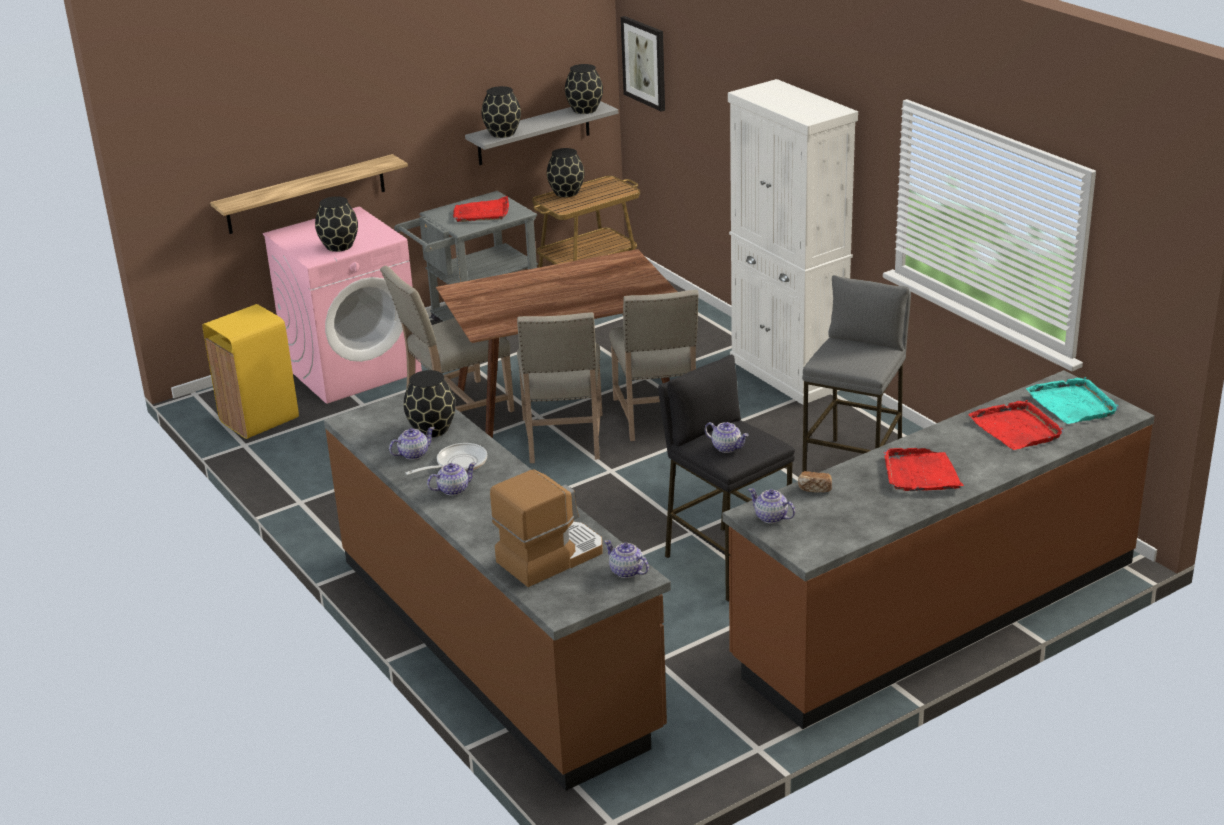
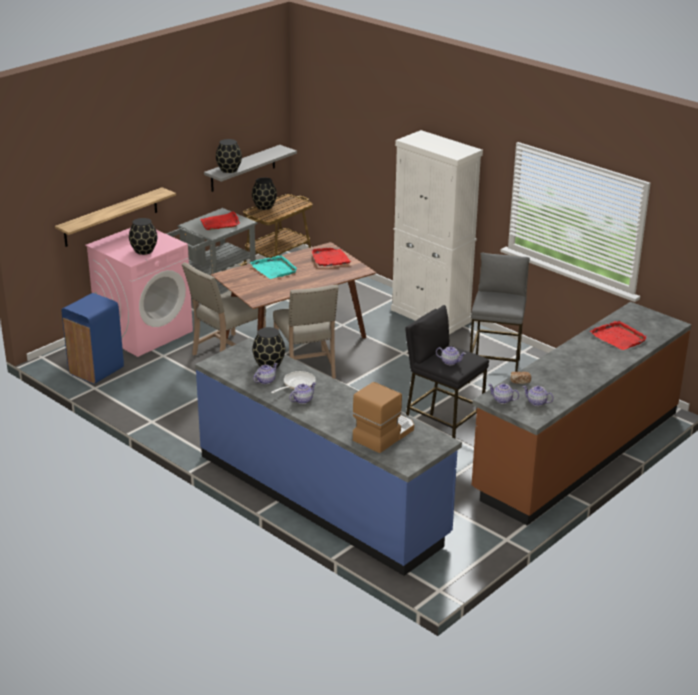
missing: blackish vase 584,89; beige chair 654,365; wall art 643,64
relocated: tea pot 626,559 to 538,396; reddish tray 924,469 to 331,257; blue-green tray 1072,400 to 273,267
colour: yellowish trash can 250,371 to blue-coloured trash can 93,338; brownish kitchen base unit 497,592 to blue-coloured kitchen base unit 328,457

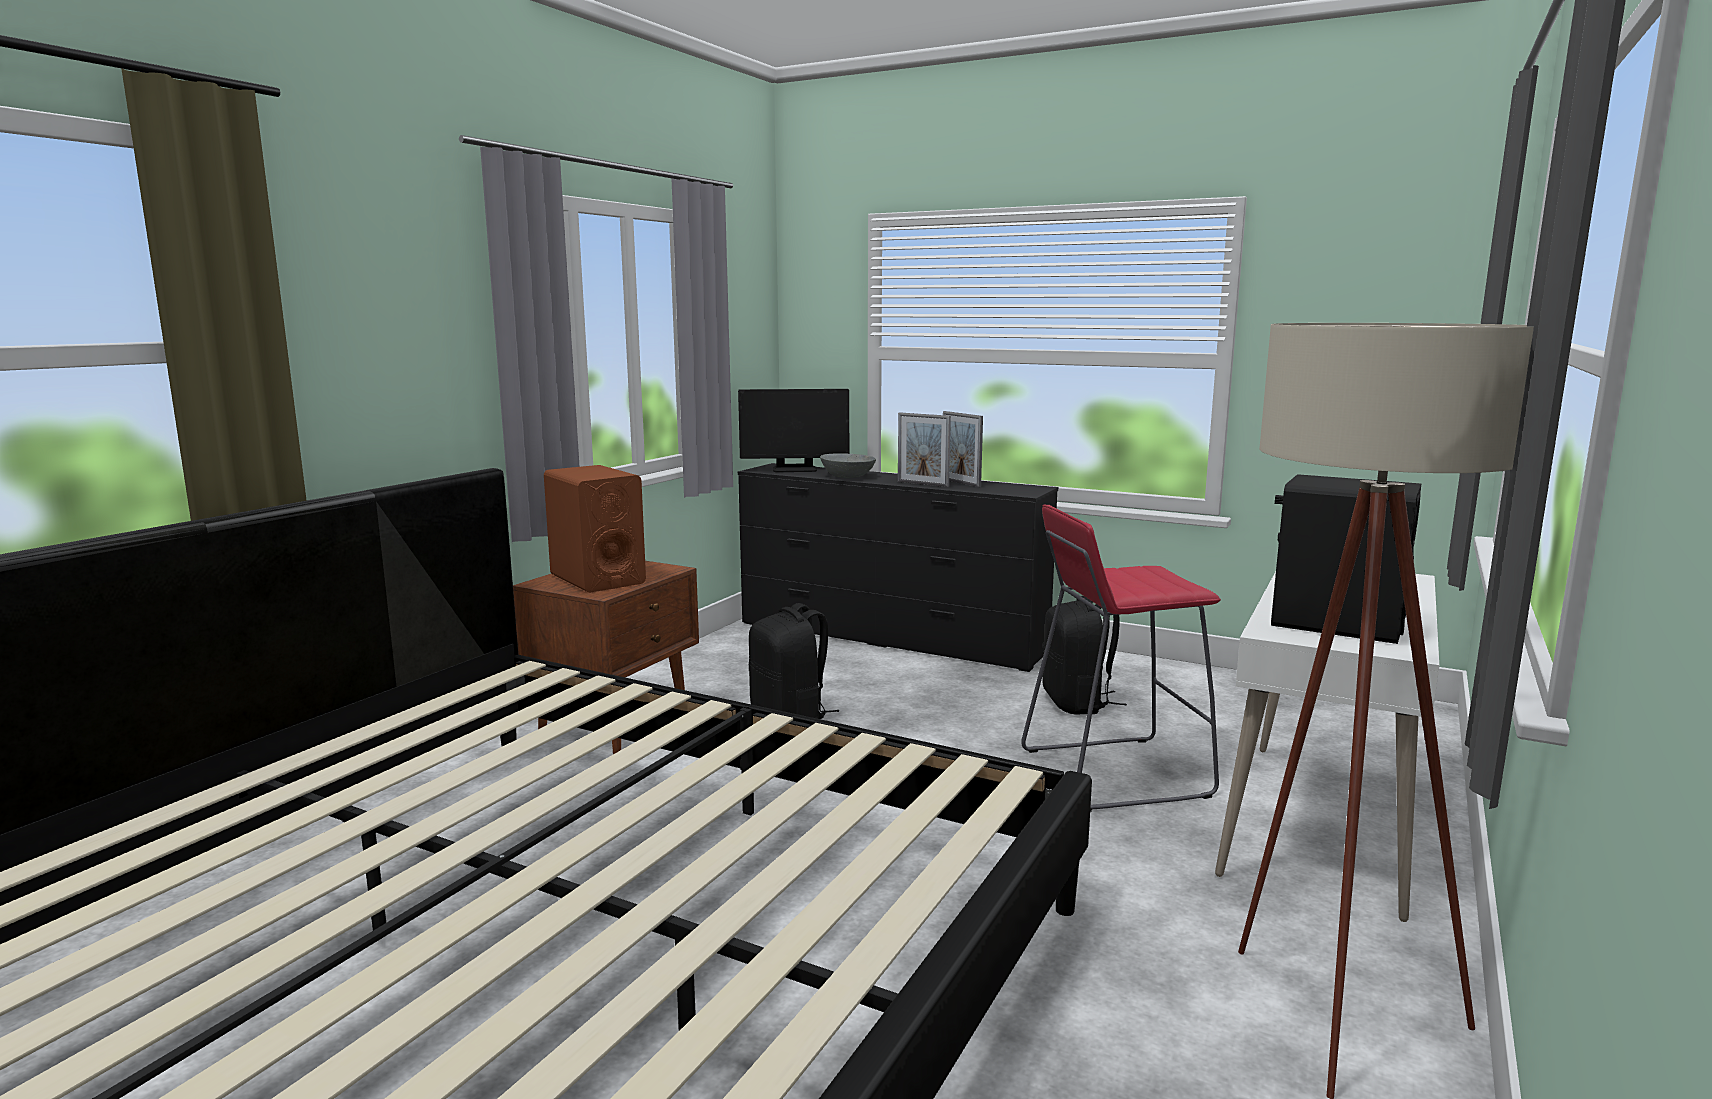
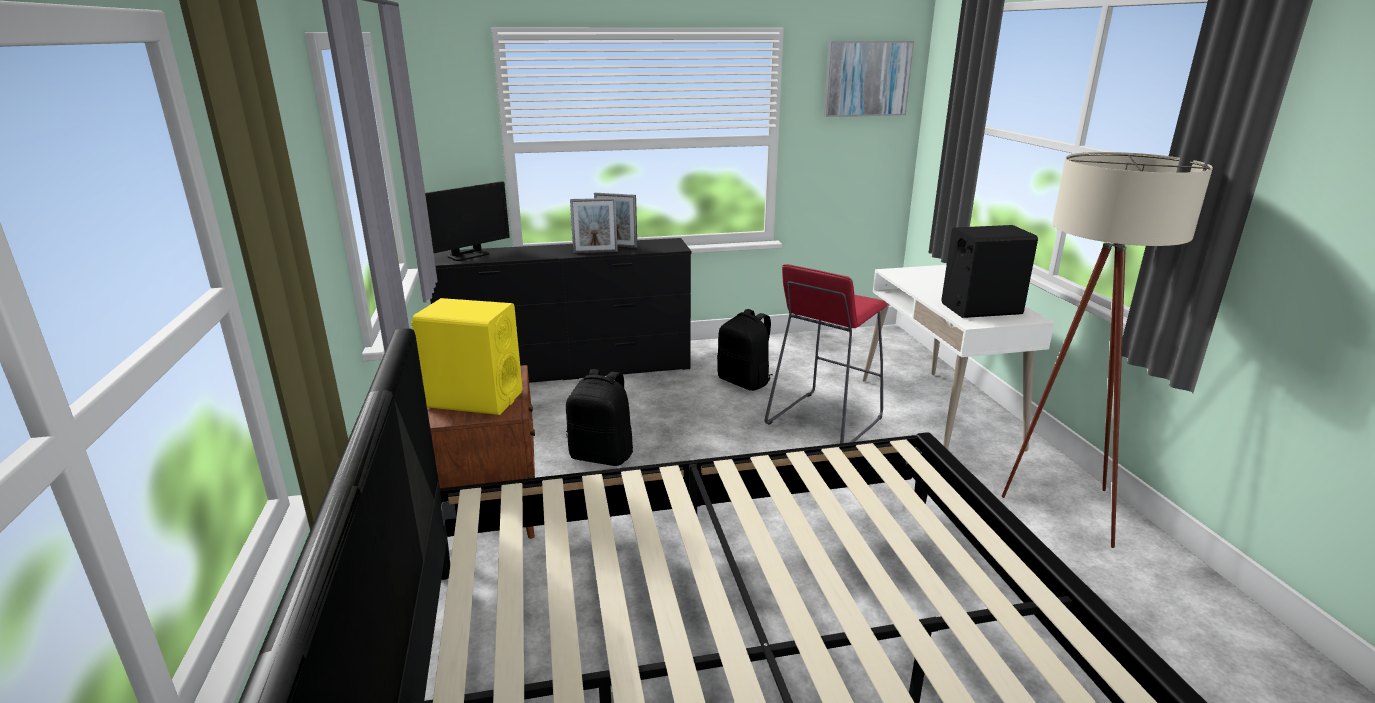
missing: grey serving bowl 848,465
appeared: wall art 869,79
colour: brownish speaker 595,529 to yellowish speaker 466,356

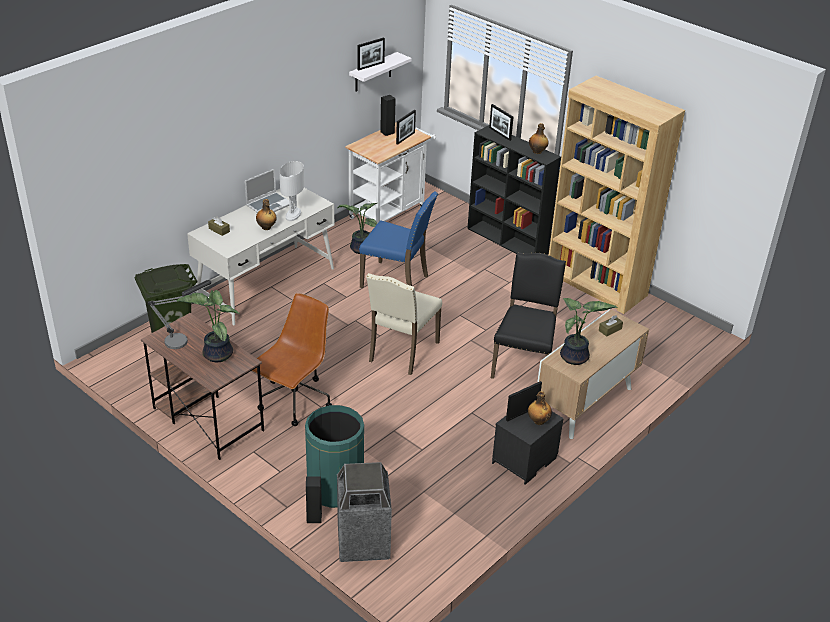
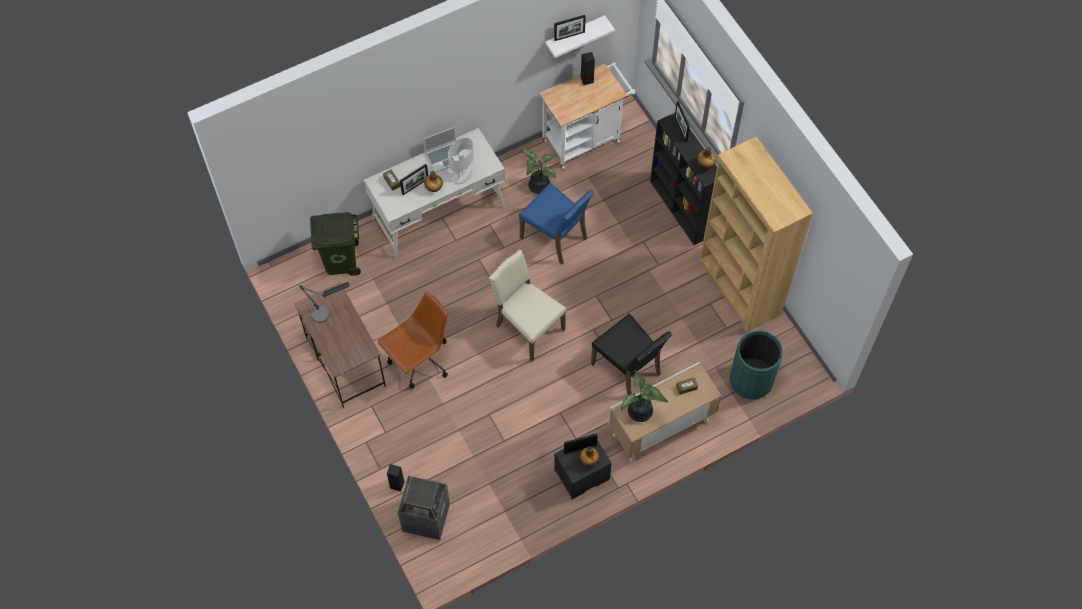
missing: plant in a pot 208,326
relocated: greenish trash can 334,456 to 756,365; picture frame 406,127 to 414,179
spun: beige chair 404,324 = 528,305 90 degrees clockwise; blackish chair 528,315 = 631,354 105 degrees clockwise

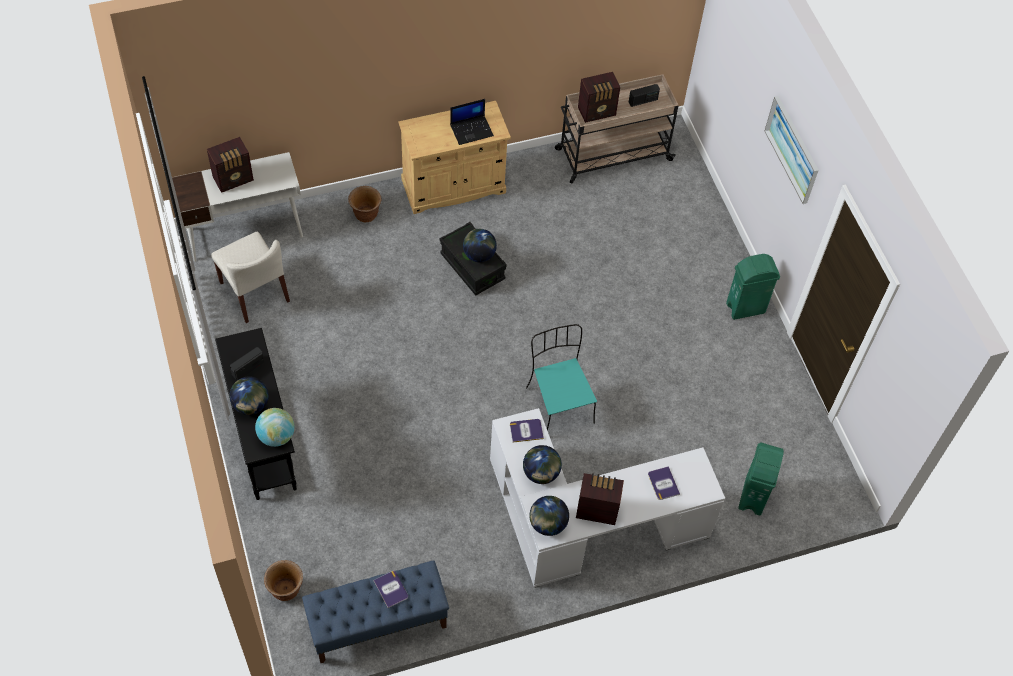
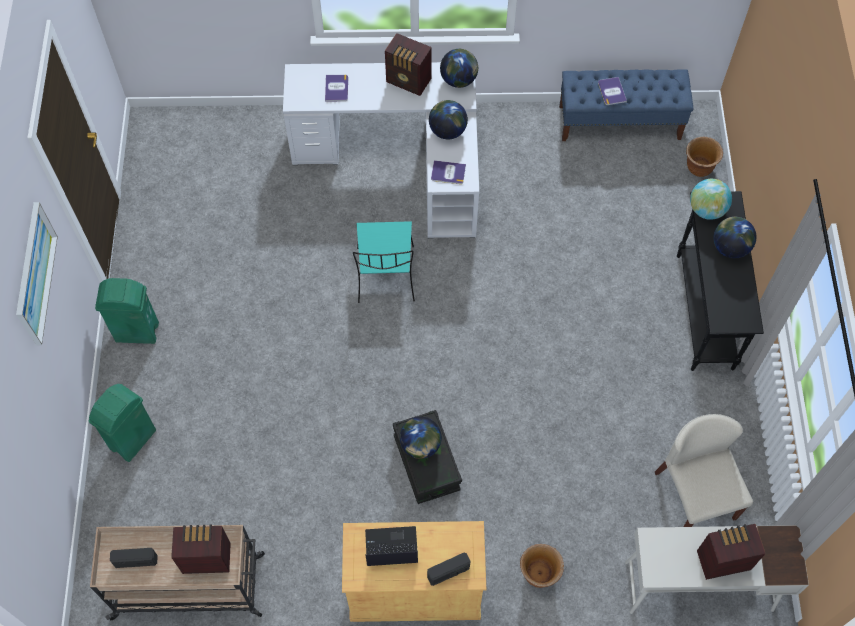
relocated: radio set 247,363 to 448,569; greenish trash can 761,479 to 122,423

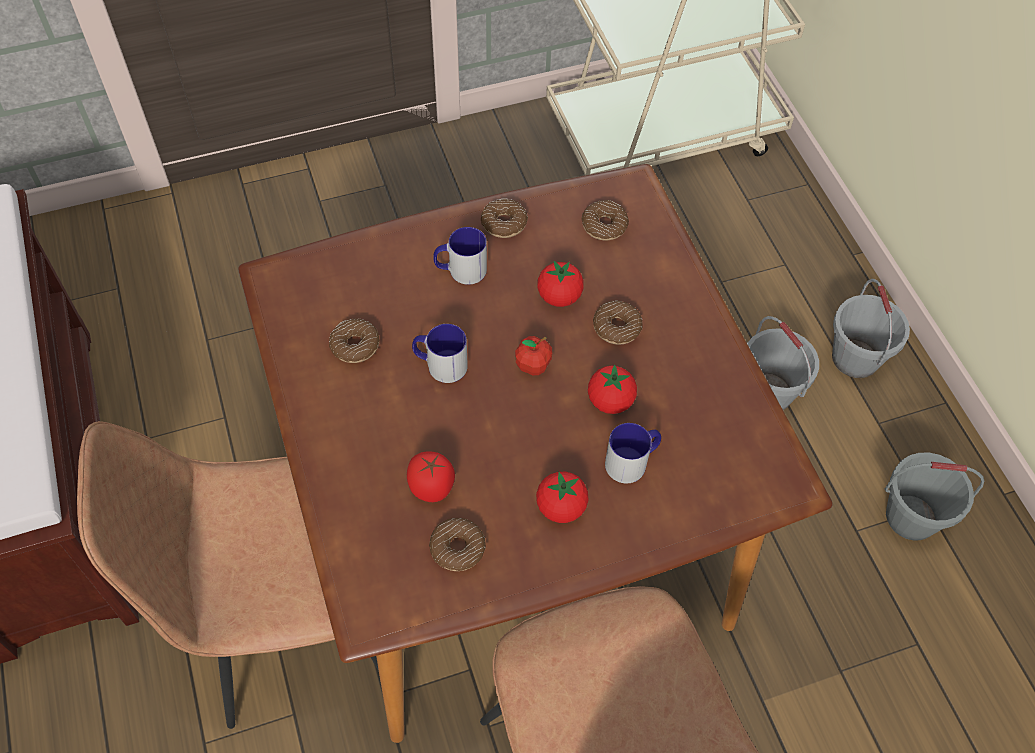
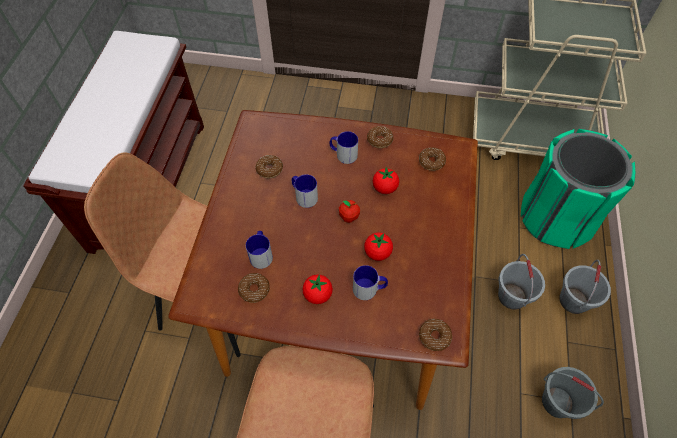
appeared: greenish trash can 578,189
relocated: ring doughnut 618,323 to 435,335
exchanged: fresh tomato 431,476 to tea mug 259,250

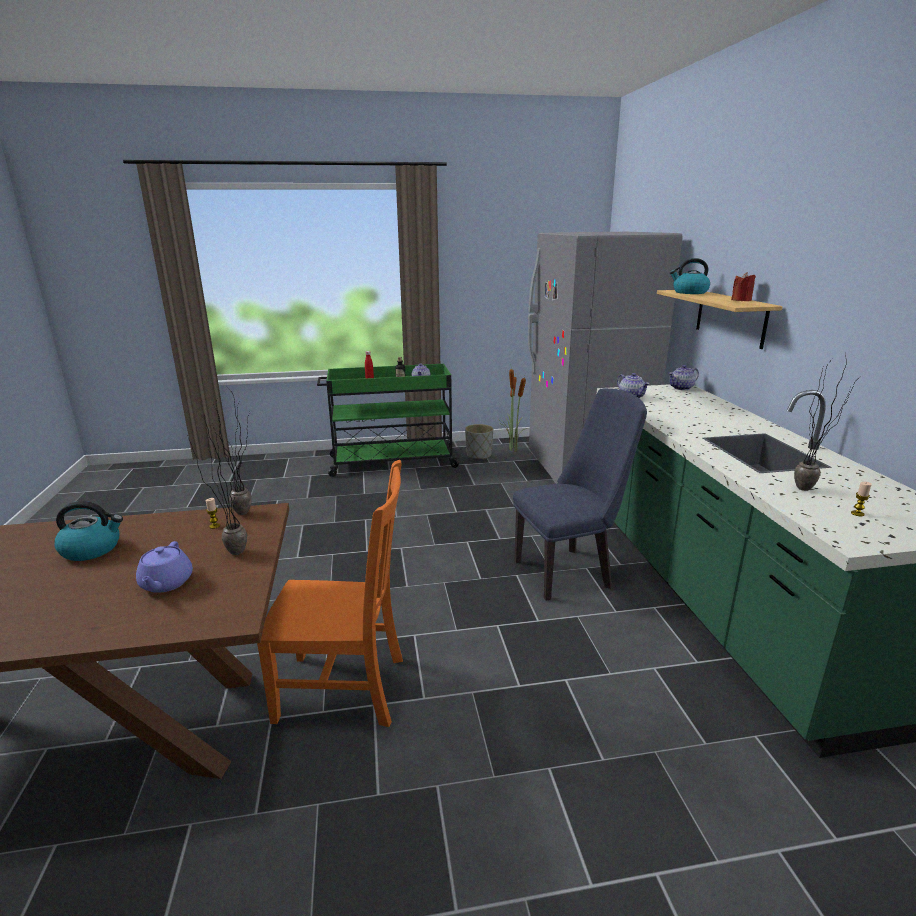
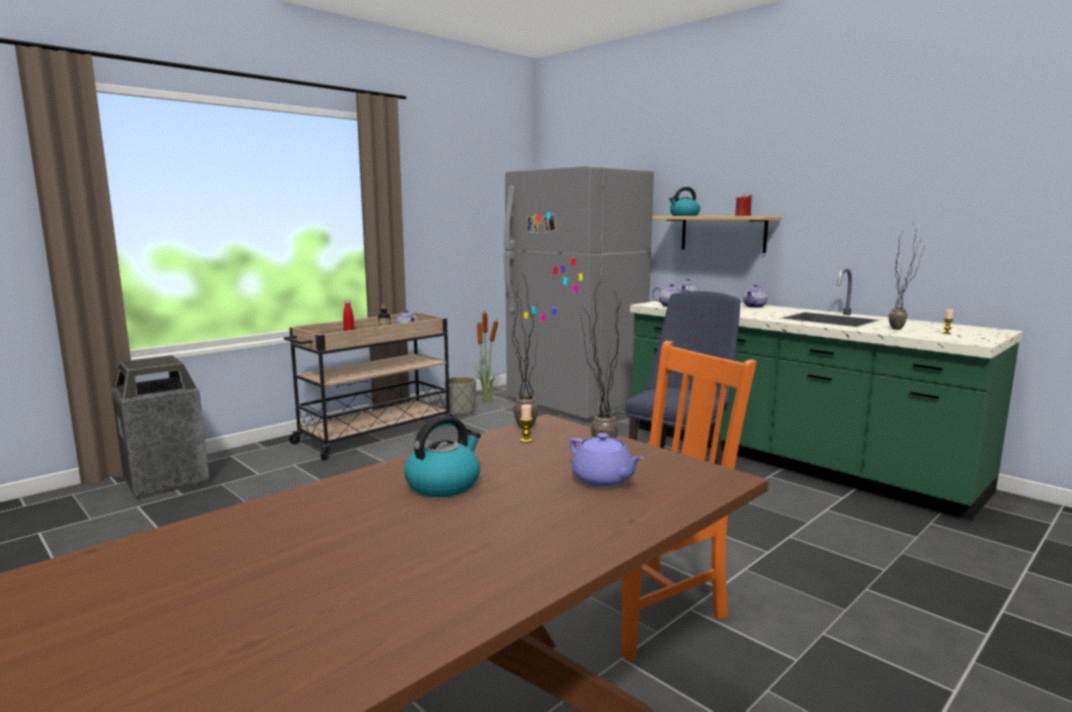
appeared: trash can 160,427; tea pot 755,296
colour: greenish cart 388,420 to beige cart 371,386

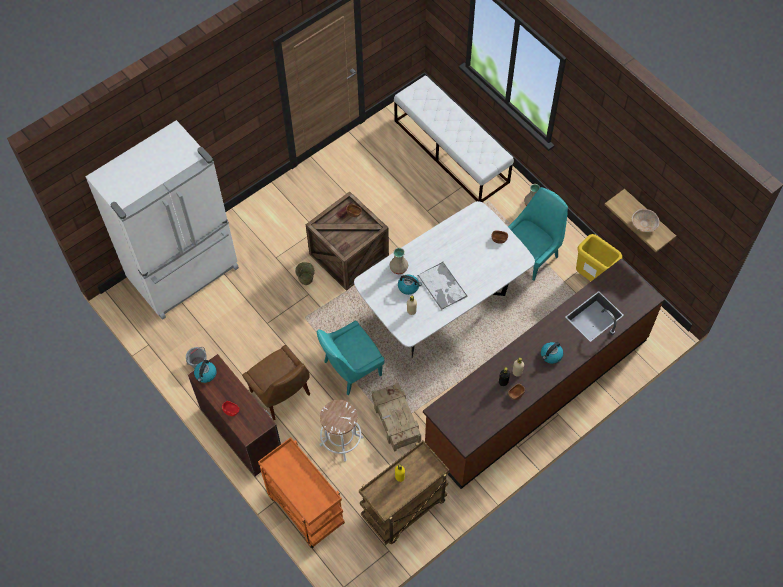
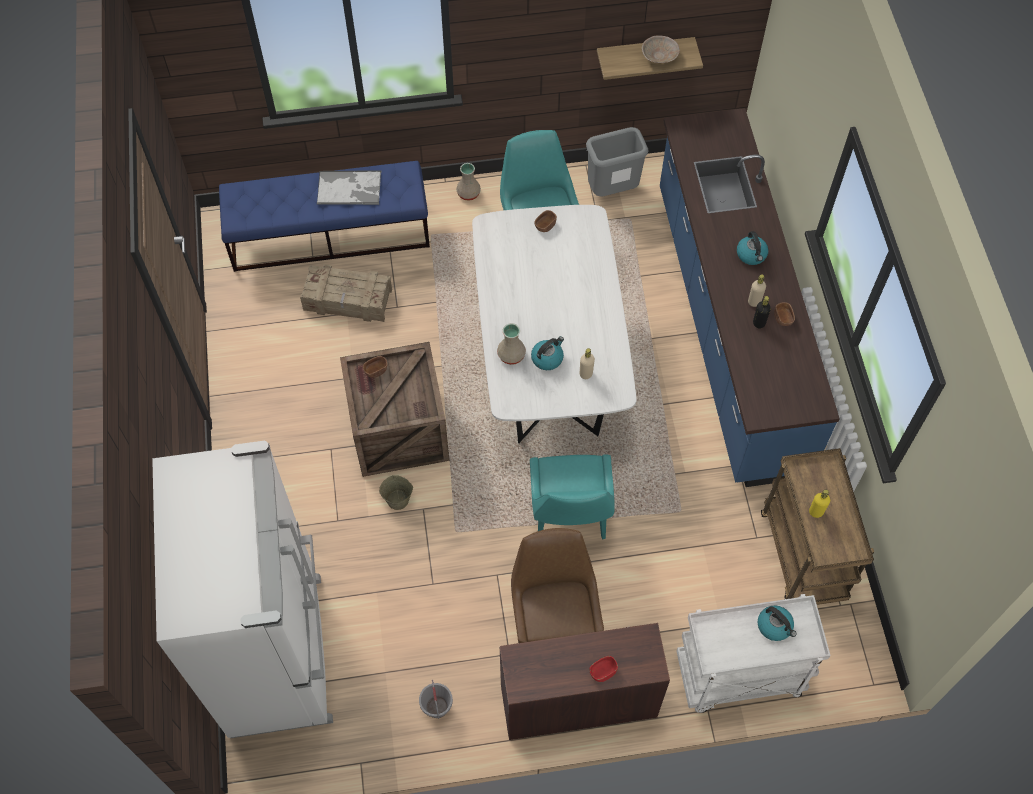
missing: whitish sitting stool 341,431
relocated: water kettle 205,371 to 777,623; packing crate 396,417 to 346,293; tray 442,286 to 349,187
colour: orangey cart 301,492 to whitish cart 753,653; whitish indoor bench 454,138 to blue-coloured indoor bench 324,216; brownish kitchen base unit 544,374 to blue-coloured kitchen base unit 750,297; yellowish trash can 599,257 to grey trash can 617,162
spun: brownish chair 276,382 = 557,585 90 degrees counterclockwise

